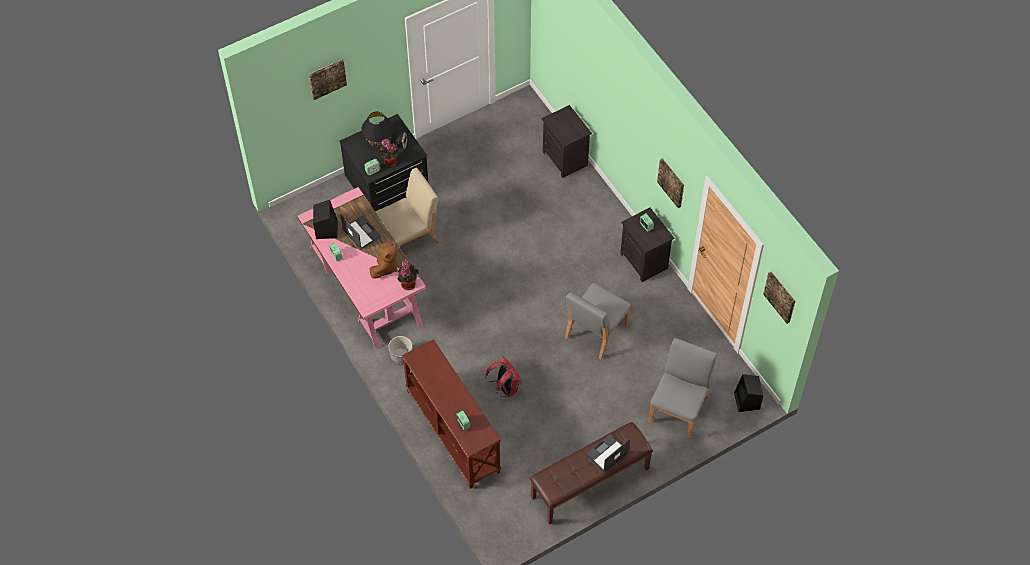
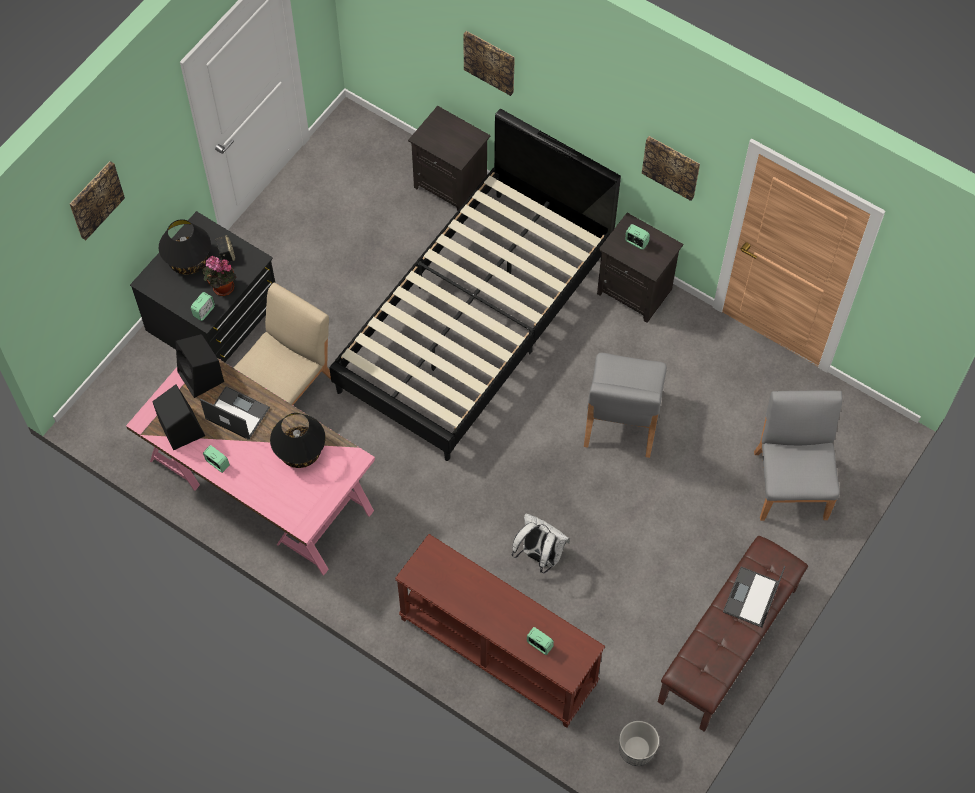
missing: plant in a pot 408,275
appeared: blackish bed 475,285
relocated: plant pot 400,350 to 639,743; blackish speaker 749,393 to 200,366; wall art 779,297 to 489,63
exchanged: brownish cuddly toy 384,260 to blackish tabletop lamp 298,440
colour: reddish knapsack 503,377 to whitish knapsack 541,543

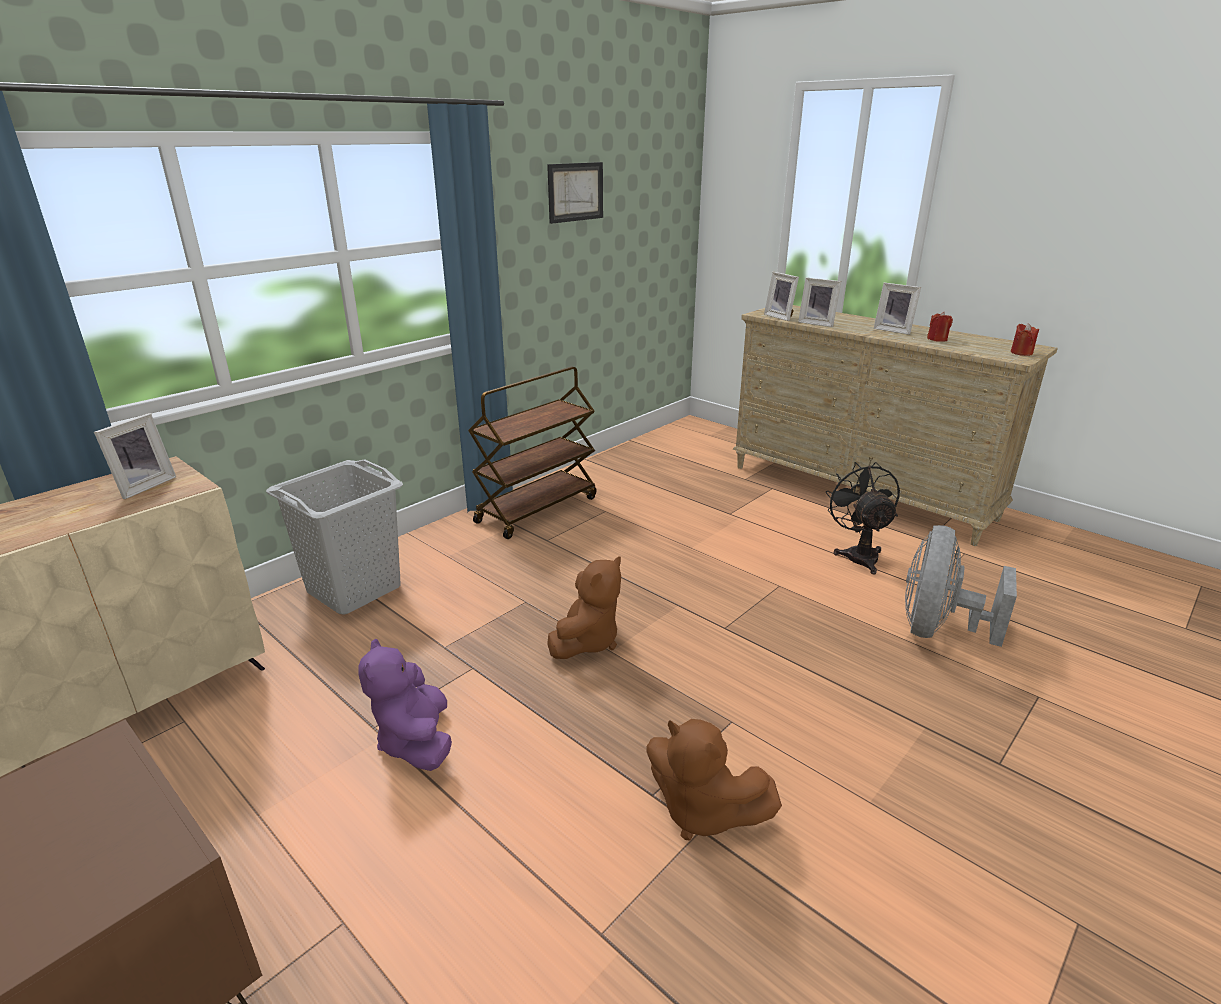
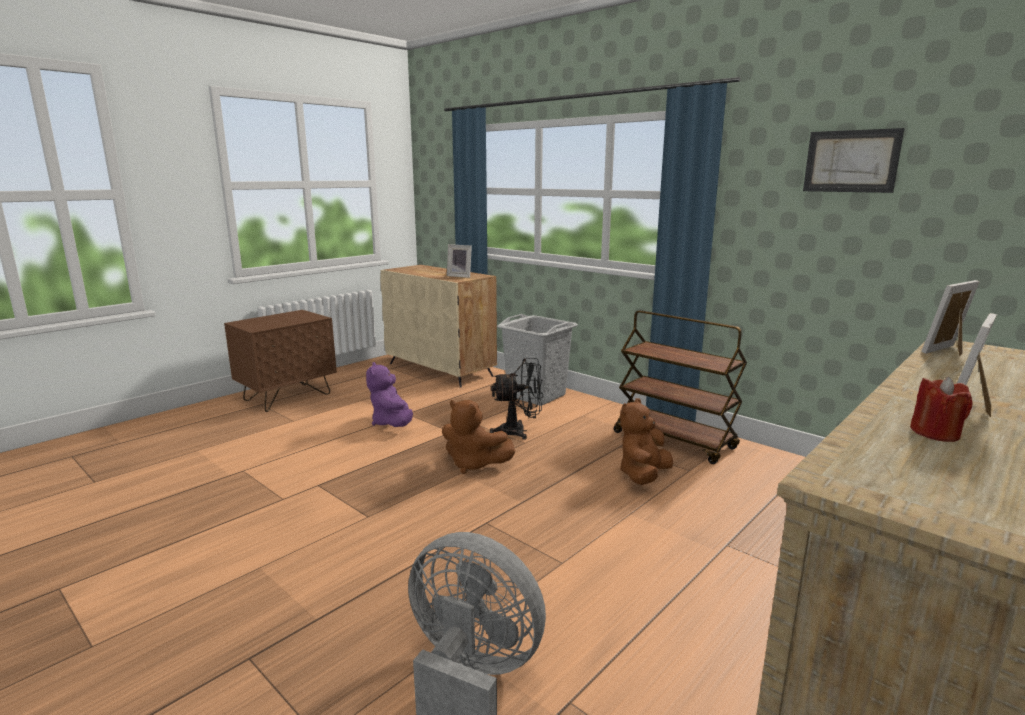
missing: picture frame 819,302; reddish wax candle 1025,339
relocated: brownish cuddly toy 714,780 to 646,441; blackish electric fan 863,518 to 516,399
spun: purple cuddly toy 405,704 = 389,394 90 degrees counterclockwise

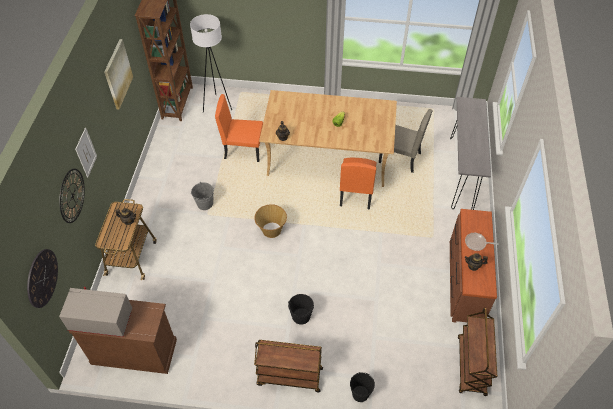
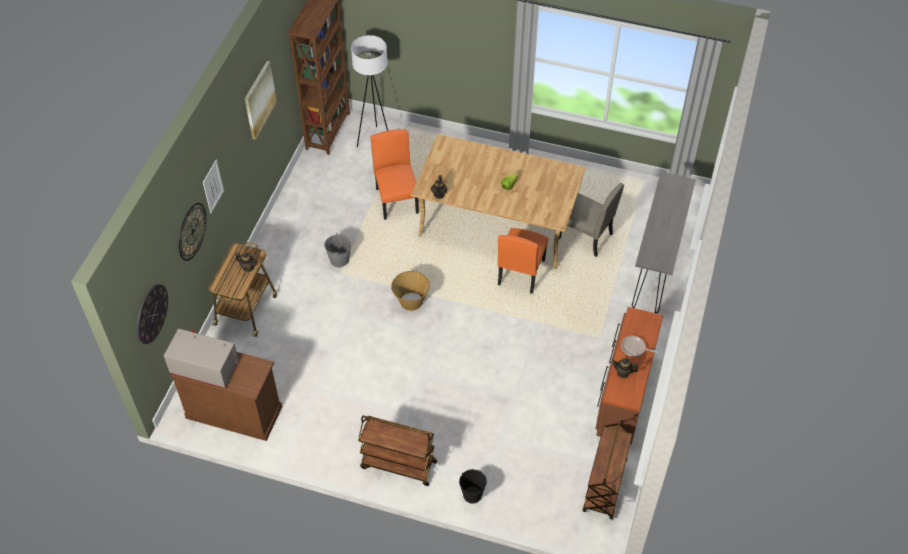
missing: blackish water bucket 301,309
spun: orangey chair 239,128 = 395,174 60 degrees clockwise

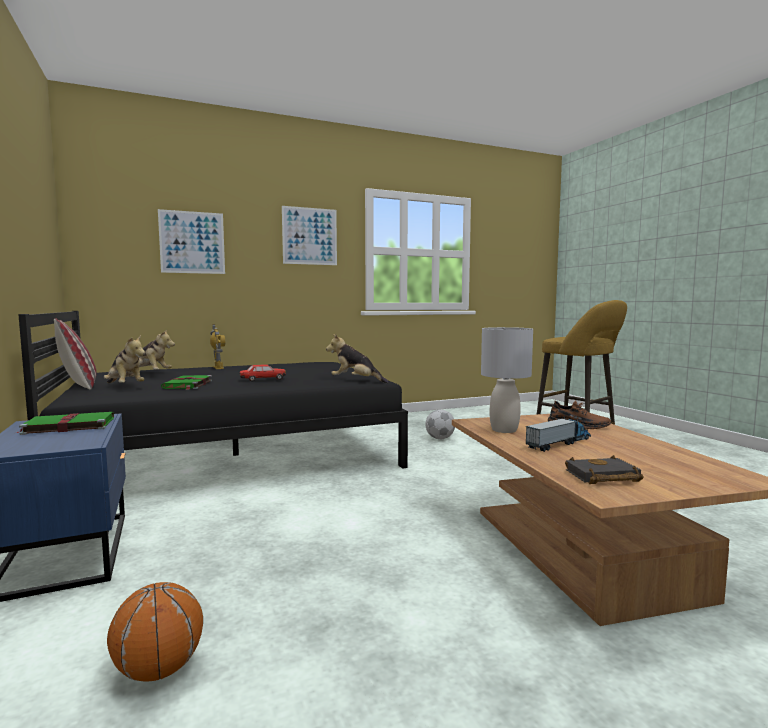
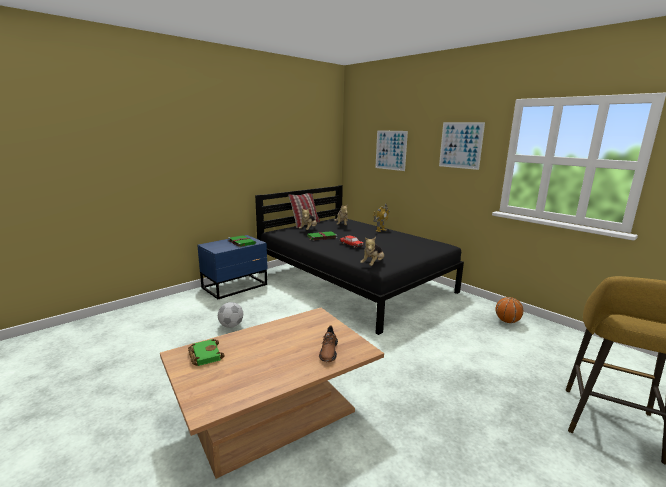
missing: grey tabletop lamp 507,380; toy lorry 558,434
relocated: ball for basketball 155,632 to 509,310; football ball 440,424 to 230,314
colour: blackish bound book 604,469 to greenish bound book 206,352
spun: cuddly toy 357,358 = 372,251 150 degrees counterclockwise

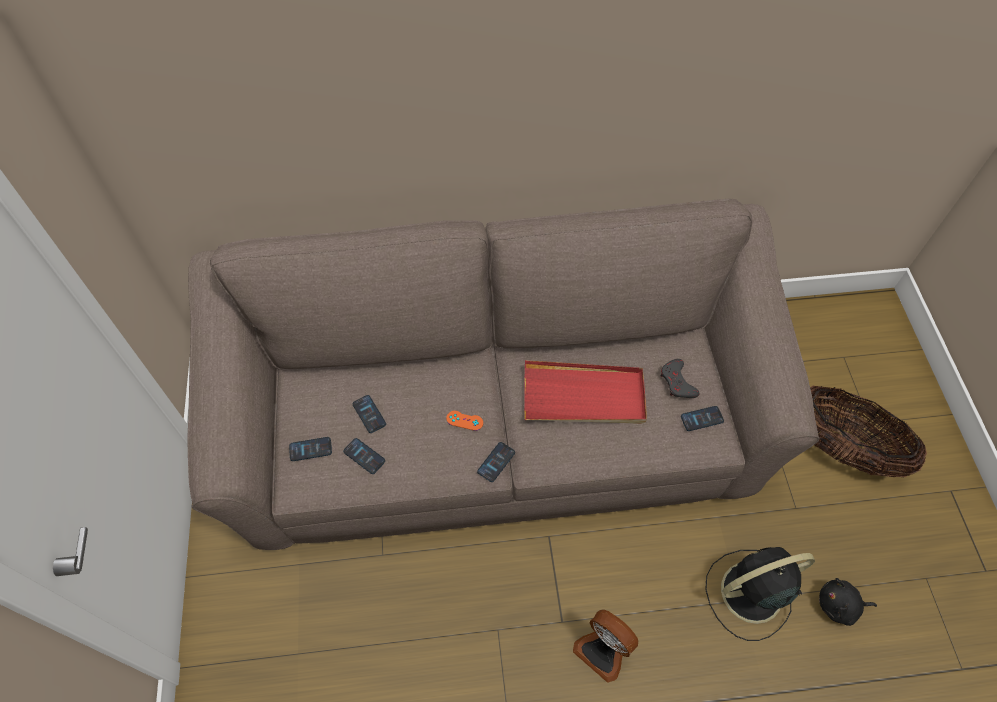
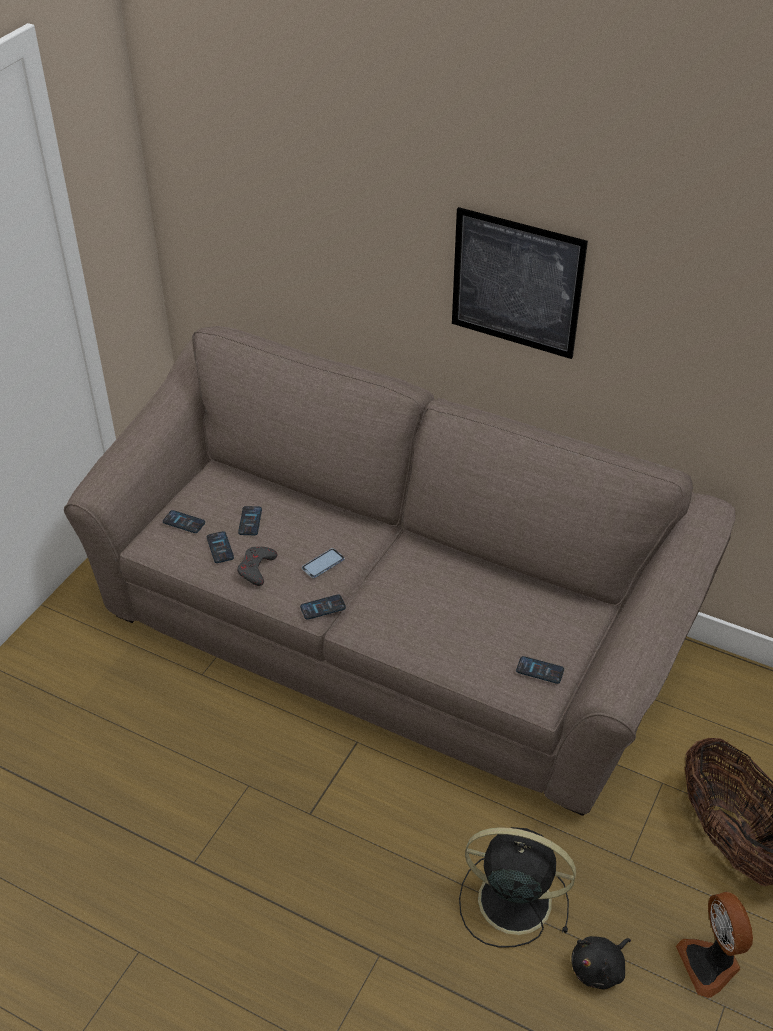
missing: reddish tray 585,392
appeared: wall art 520,283
relocated: electric fan 605,646 to 714,945; grey game controller 680,378 to 257,566
exchanged: orangey game controller 464,421 to phone 323,563
spun: blackish cuddly toy 848,602 = 601,962 75 degrees counterclockwise

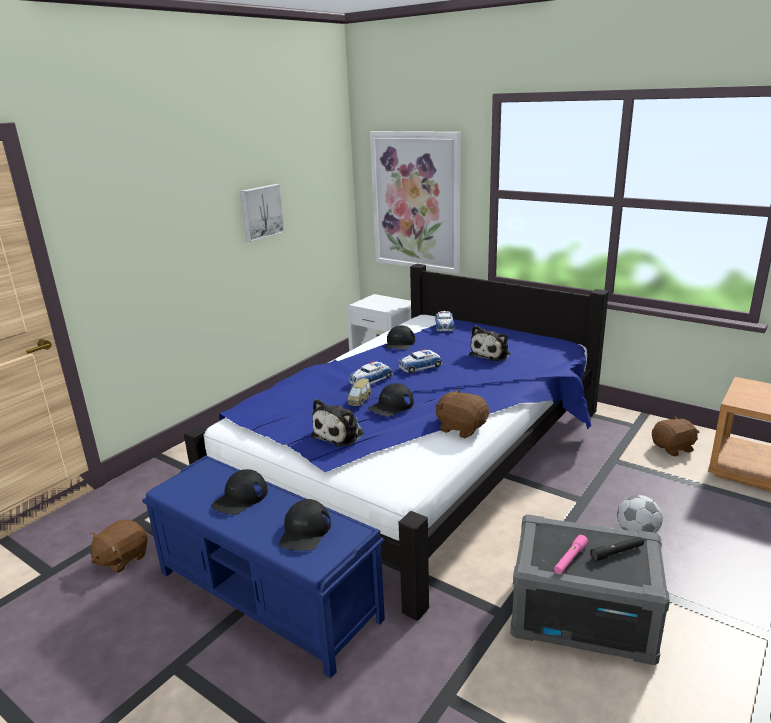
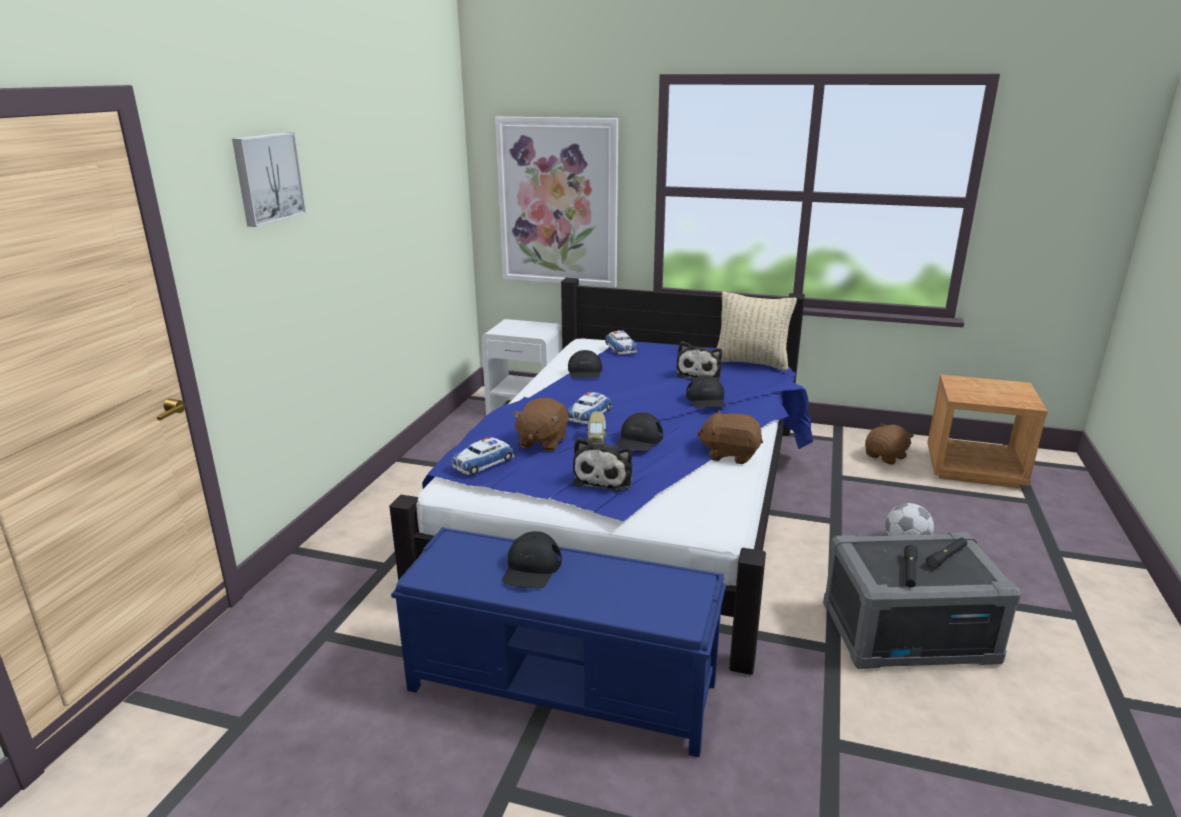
appeared: beige throw pillow 757,331
relocated: brownish cuddly toy 119,546 to 540,424; wall art 262,213 to 269,179; blackish baseball cap 305,525 to 706,391; toy car 421,361 to 483,456
colour: pinkish torch 571,554 to blackish torch 911,566

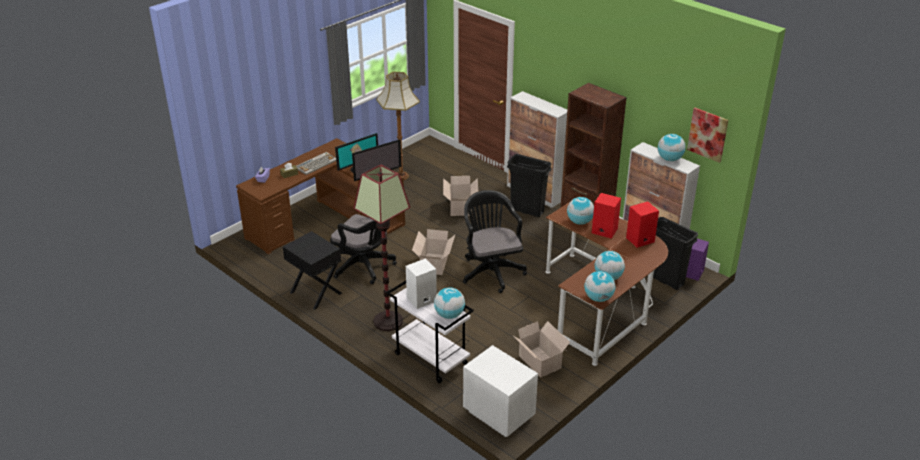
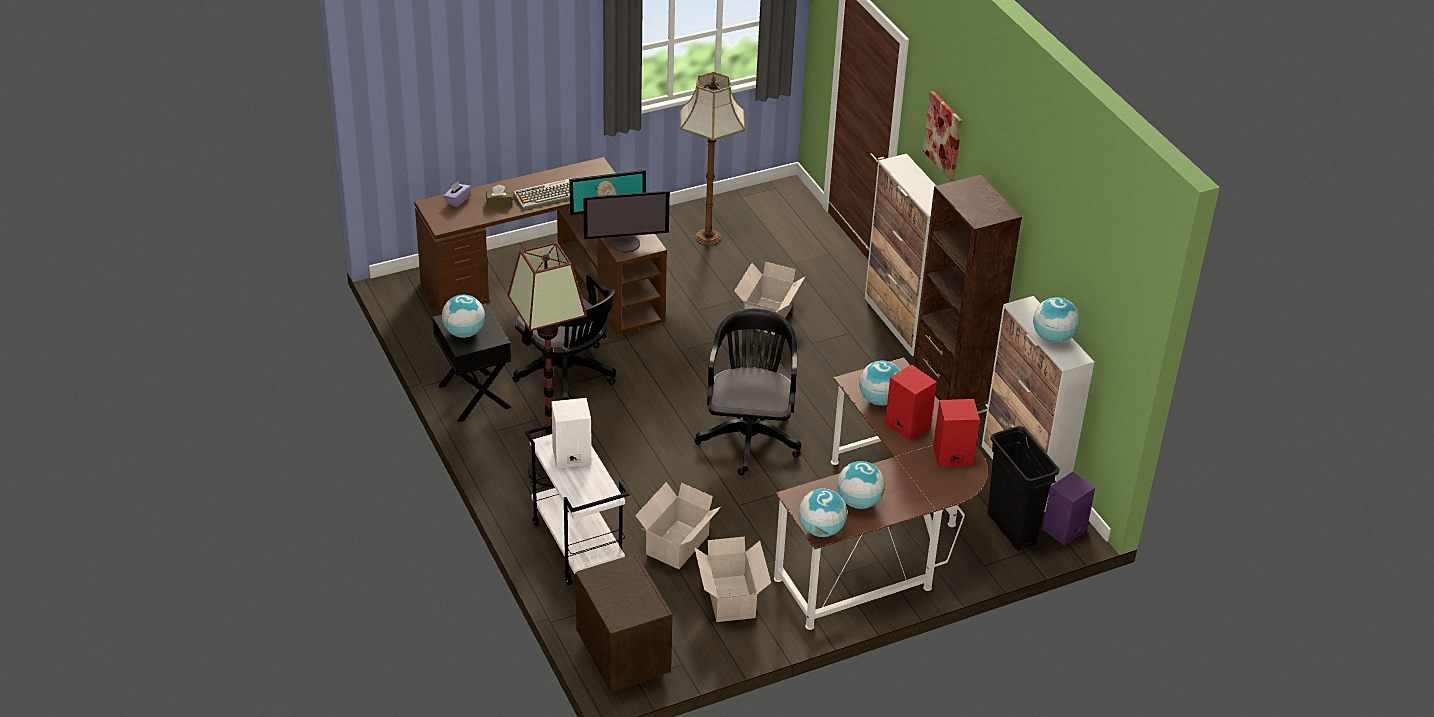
missing: blackish trash can 529,185
relocated: carton 433,252 to 678,525; world globe 449,303 to 463,316; wall art 707,135 to 942,136
colour: whitish night table 500,391 to brownish night table 623,622

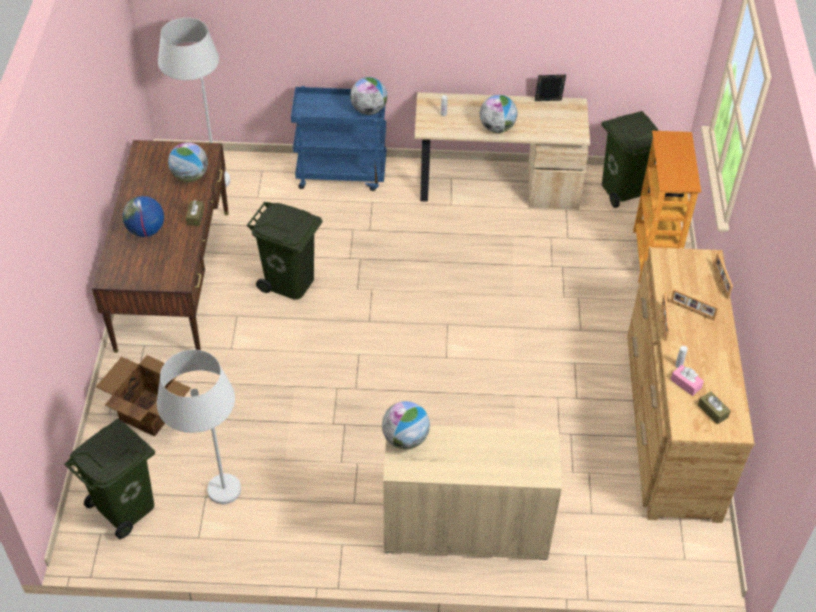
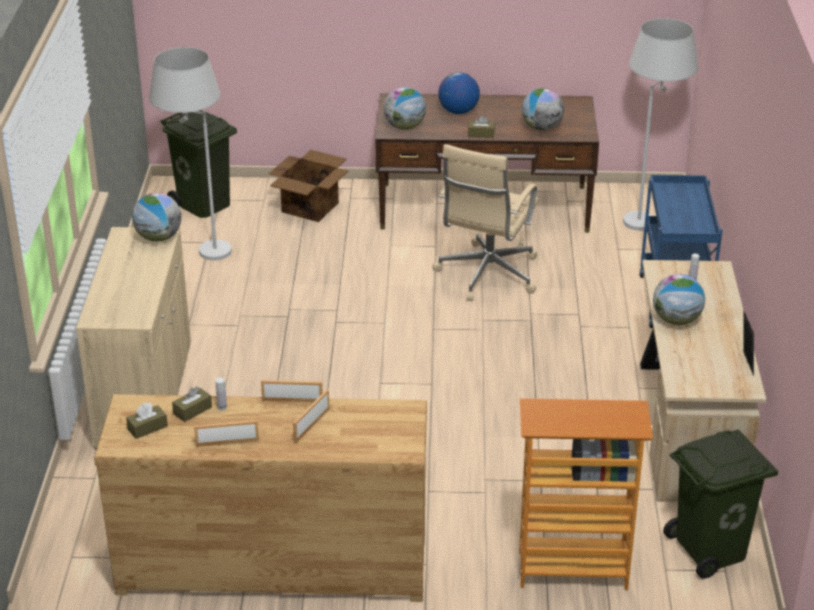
relocated: world globe 368,96 to 405,108; picture frame 723,275 to 226,433
exchanged: greenish trash can 284,251 to beige desk chair 485,222
colour: pinkish tissue box 687,380 to brownish tissue box 192,404

